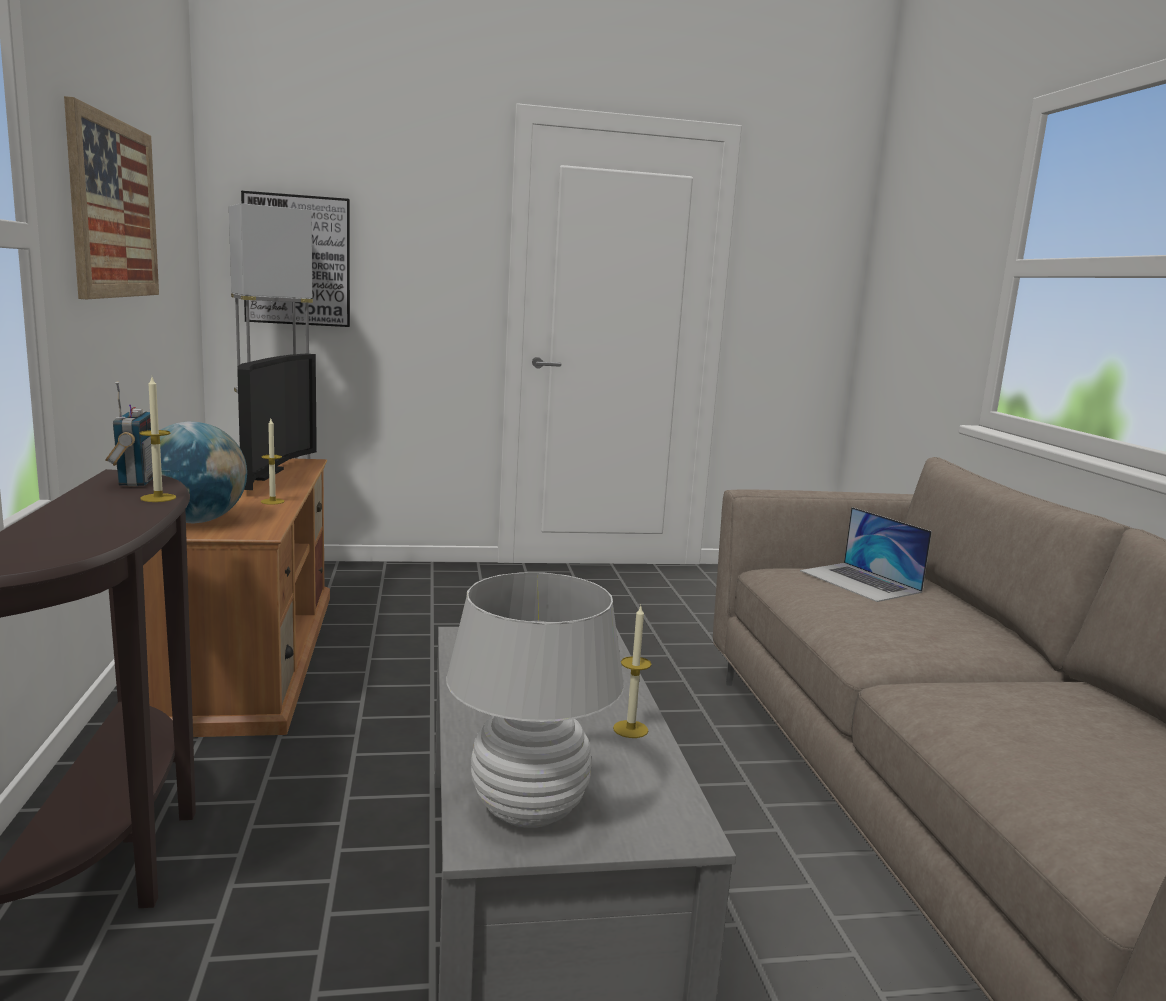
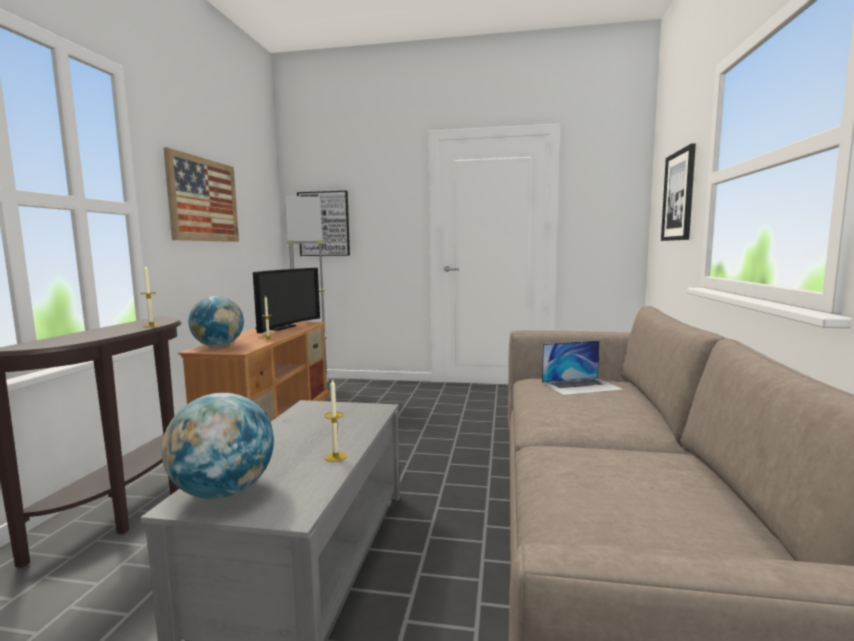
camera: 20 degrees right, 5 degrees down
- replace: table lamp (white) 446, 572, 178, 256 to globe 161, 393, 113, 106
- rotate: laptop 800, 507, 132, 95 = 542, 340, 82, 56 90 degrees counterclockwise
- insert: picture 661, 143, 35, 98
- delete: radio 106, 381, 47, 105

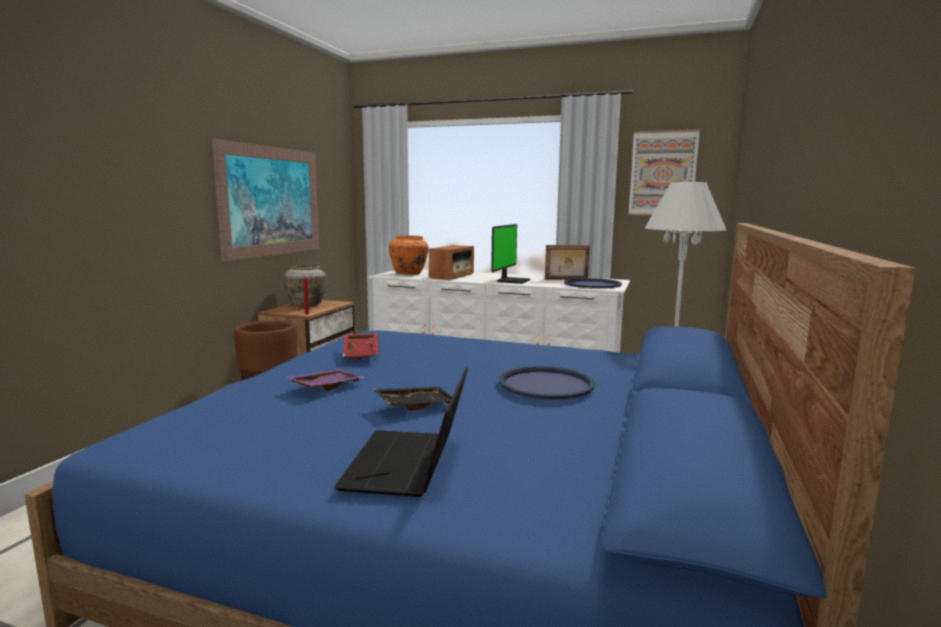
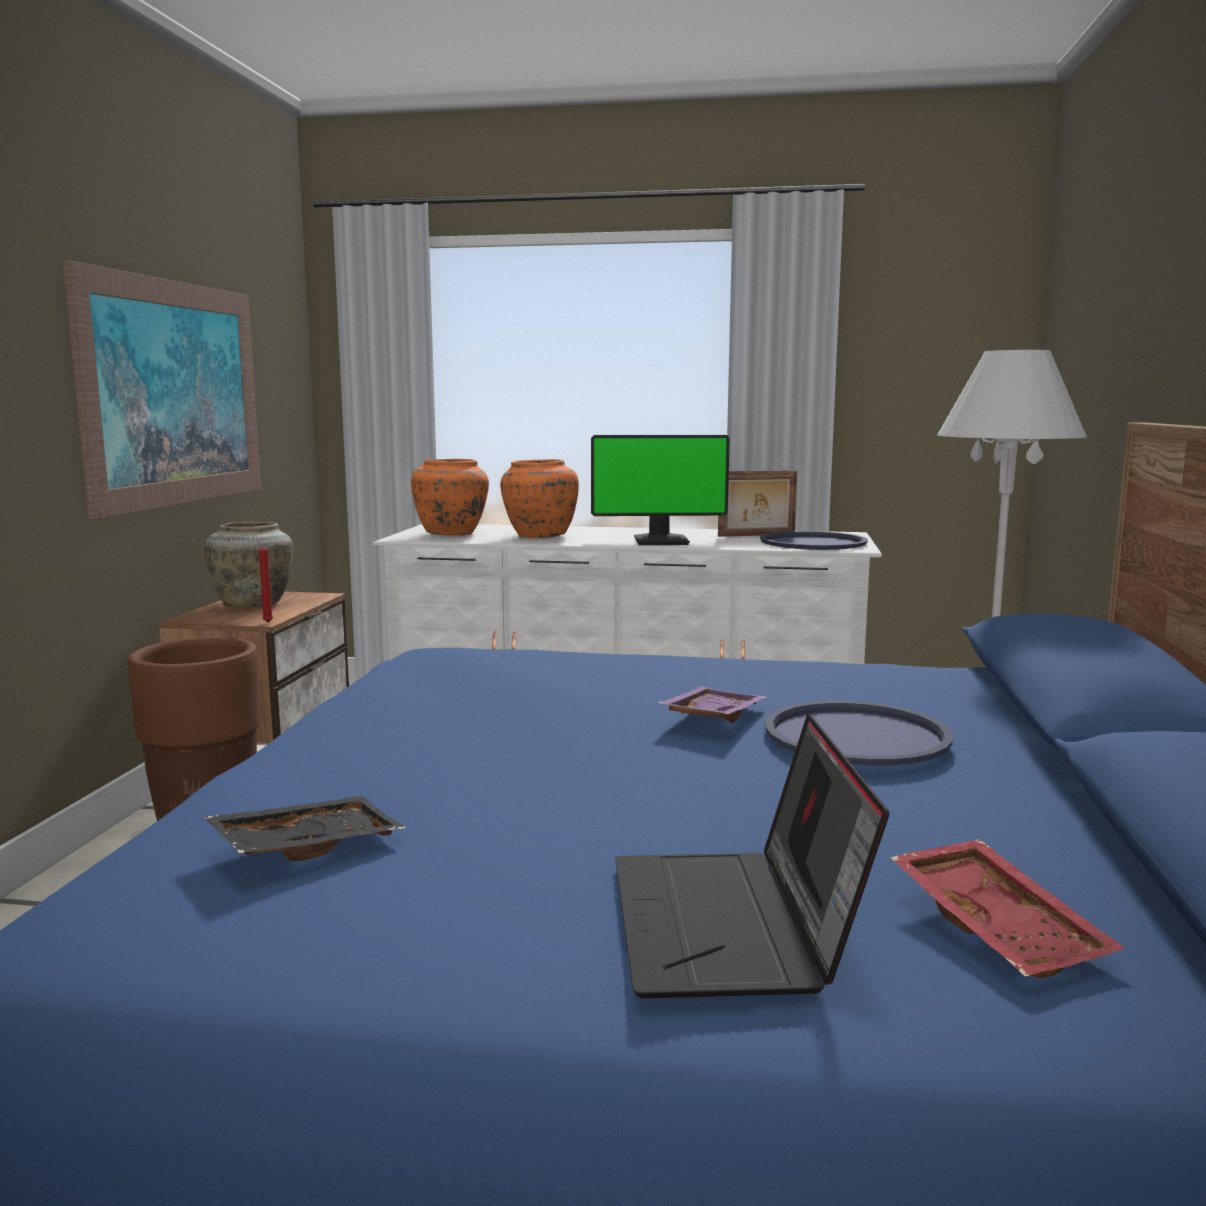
camera: 10 degrees left, 0 degrees up
- move: tray (black) 373, 387, 79, 24 to 204, 796, 202, 65
- replace: radio 429, 245, 45, 35 to vase (orange) 500, 459, 79, 79
- rotate: monitor 491, 224, 39, 60 = 591, 435, 139, 110 75 degrees clockwise
- move: tray (purple) 286, 369, 78, 22 to 658, 686, 108, 37
- move: tray (red) 343, 333, 36, 27 to 890, 839, 235, 139
- delete: picture 629, 129, 71, 86

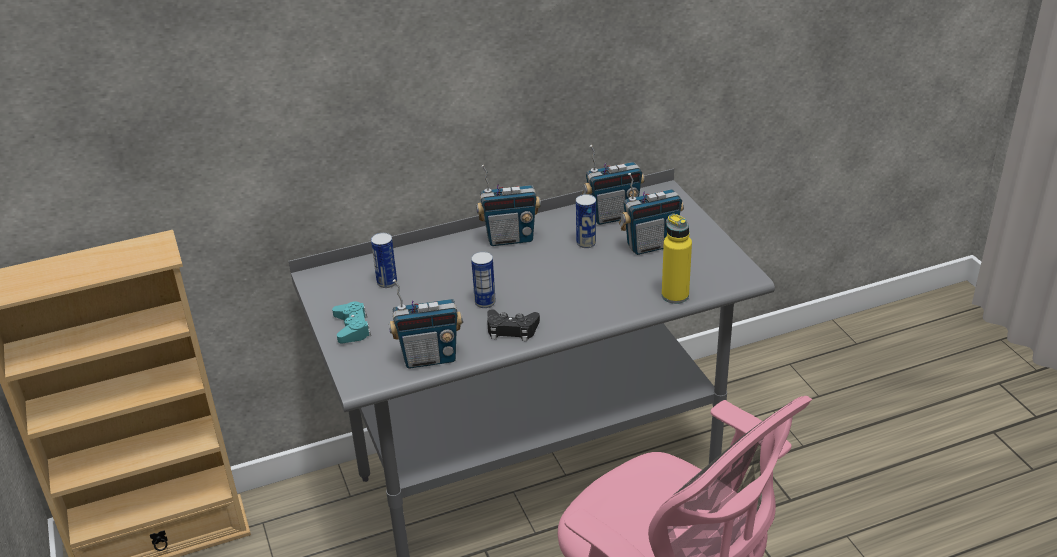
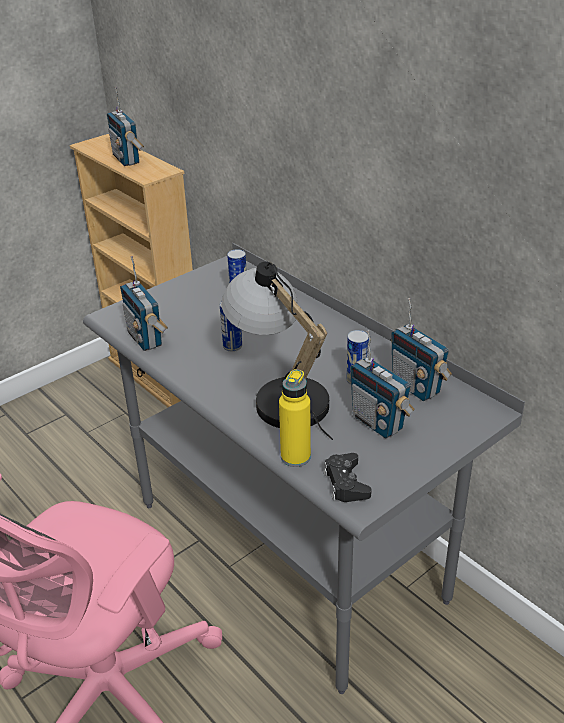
camera: 70 degrees right, 0 degrees up
- move: radio 476, 165, 65, 81 to 107, 87, 37, 79
- insert: table lamp 221, 262, 112, 178
- move: game controller (black) 487, 309, 53, 32 to 324, 453, 48, 49
- delete: game controller (turquoise) 332, 301, 39, 42

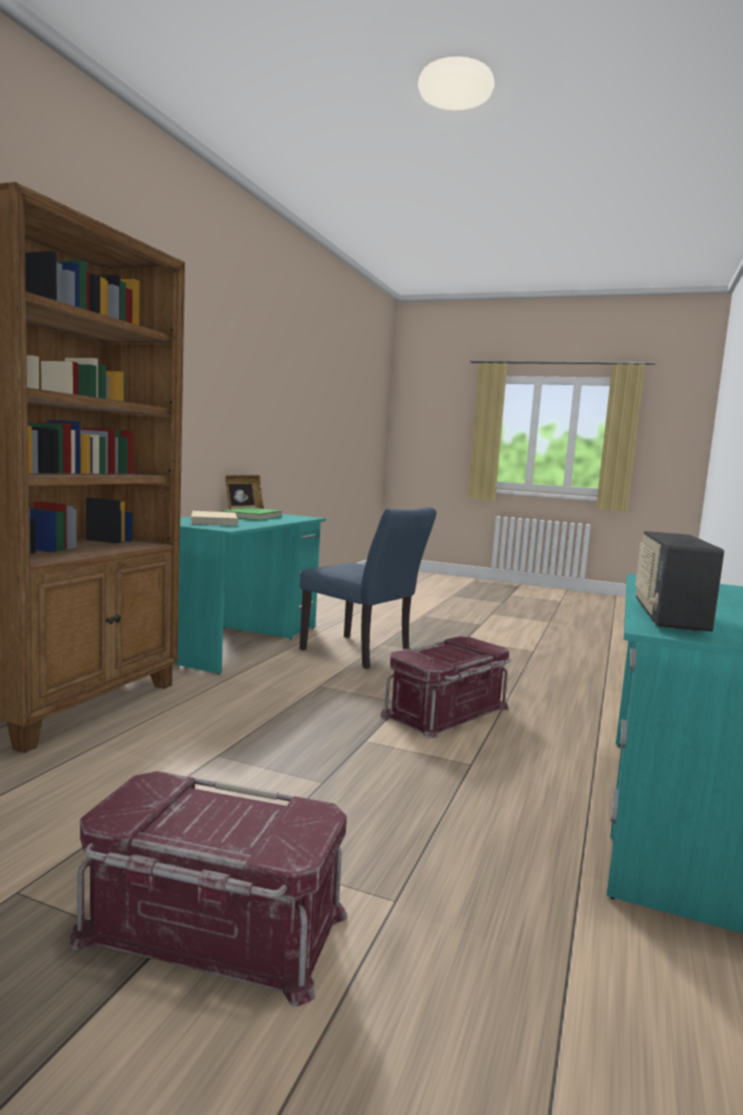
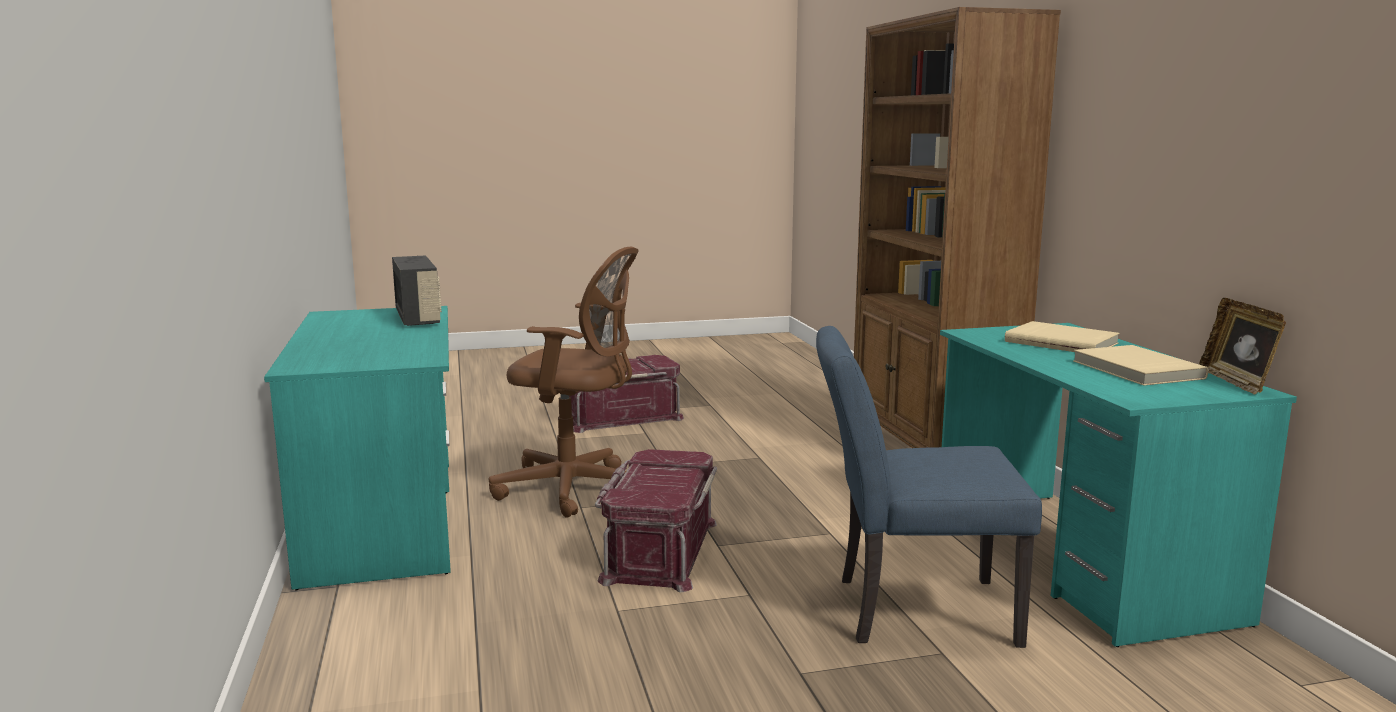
camera: 145 degrees right, 5 degrees up
- insert: office chair (brown) 489, 247, 149, 271
- recolor: book (green) 222, 508, 60, 13 to book (beige) 1073, 345, 135, 41

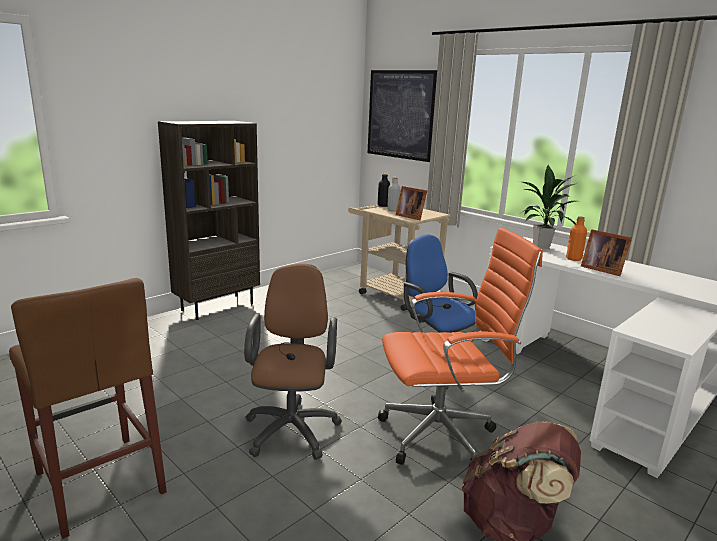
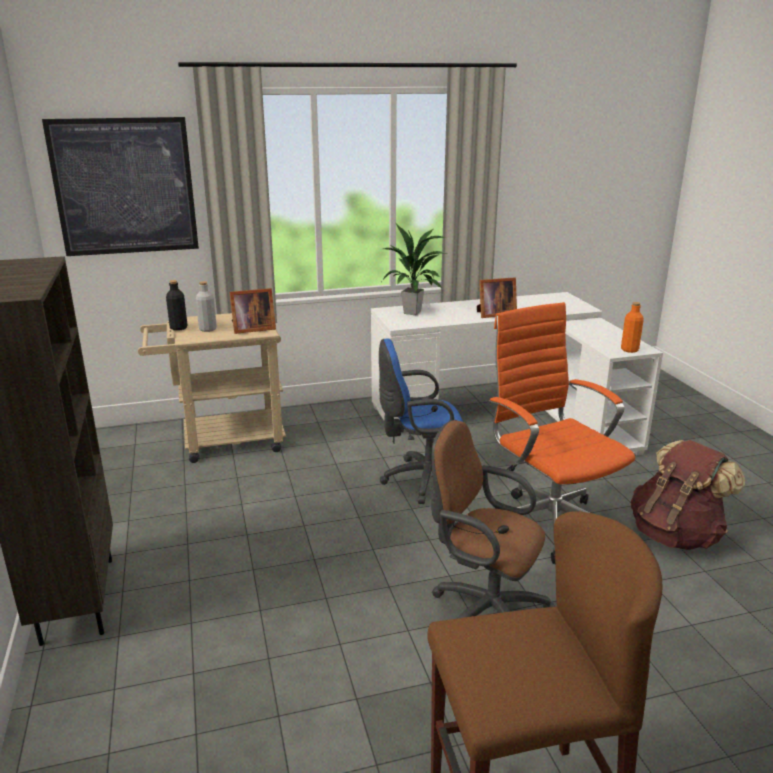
camera: 60 degrees left, 5 degrees up
- rotate: office chair (orange) 378, 227, 165, 240 = 489, 302, 146, 262 45 degrees counterclockwise
- move: bottle (orange) 566, 216, 21, 45 to 621, 302, 23, 51

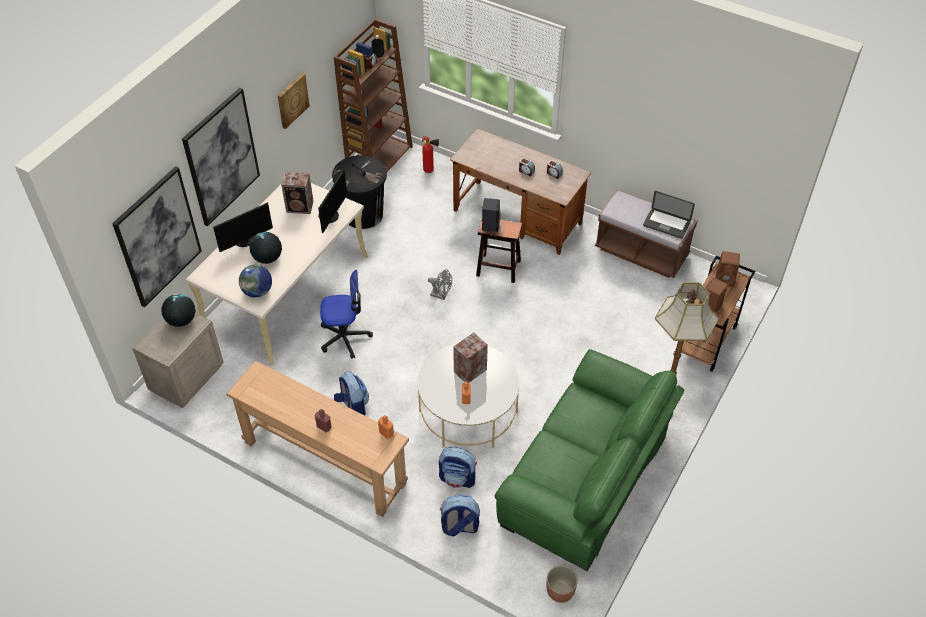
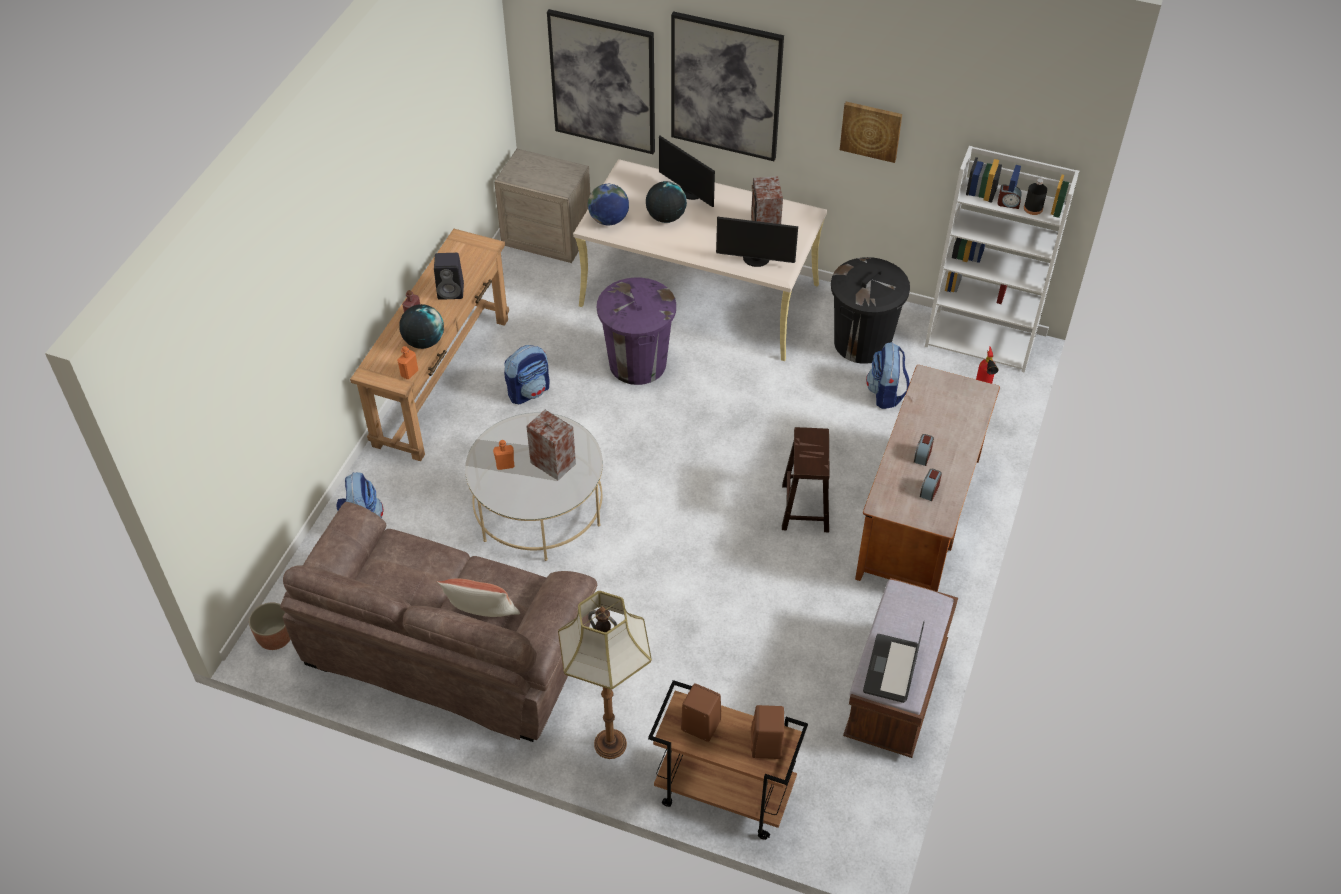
camera: 80 degrees right, 0 degrees up
- recolor: sofa (green) 494, 349, 190, 222 to sofa (brown) 280, 502, 317, 240
- move: globe 161, 294, 34, 33 to 399, 304, 45, 45
- move: speaker (black) 482, 198, 19, 34 to 434, 253, 30, 47
- insert: pillow 437, 579, 83, 38
- replace: office chair 320, 270, 53, 89 to trash can (purple) 597, 278, 79, 107
- move: backpack 439, 447, 38, 41 to 866, 342, 44, 67
- recolor: bookcase (brown) 334, 19, 79, 153 to bookcase (white) 925, 146, 154, 227
- delete: fan (grey) 428, 269, 24, 31

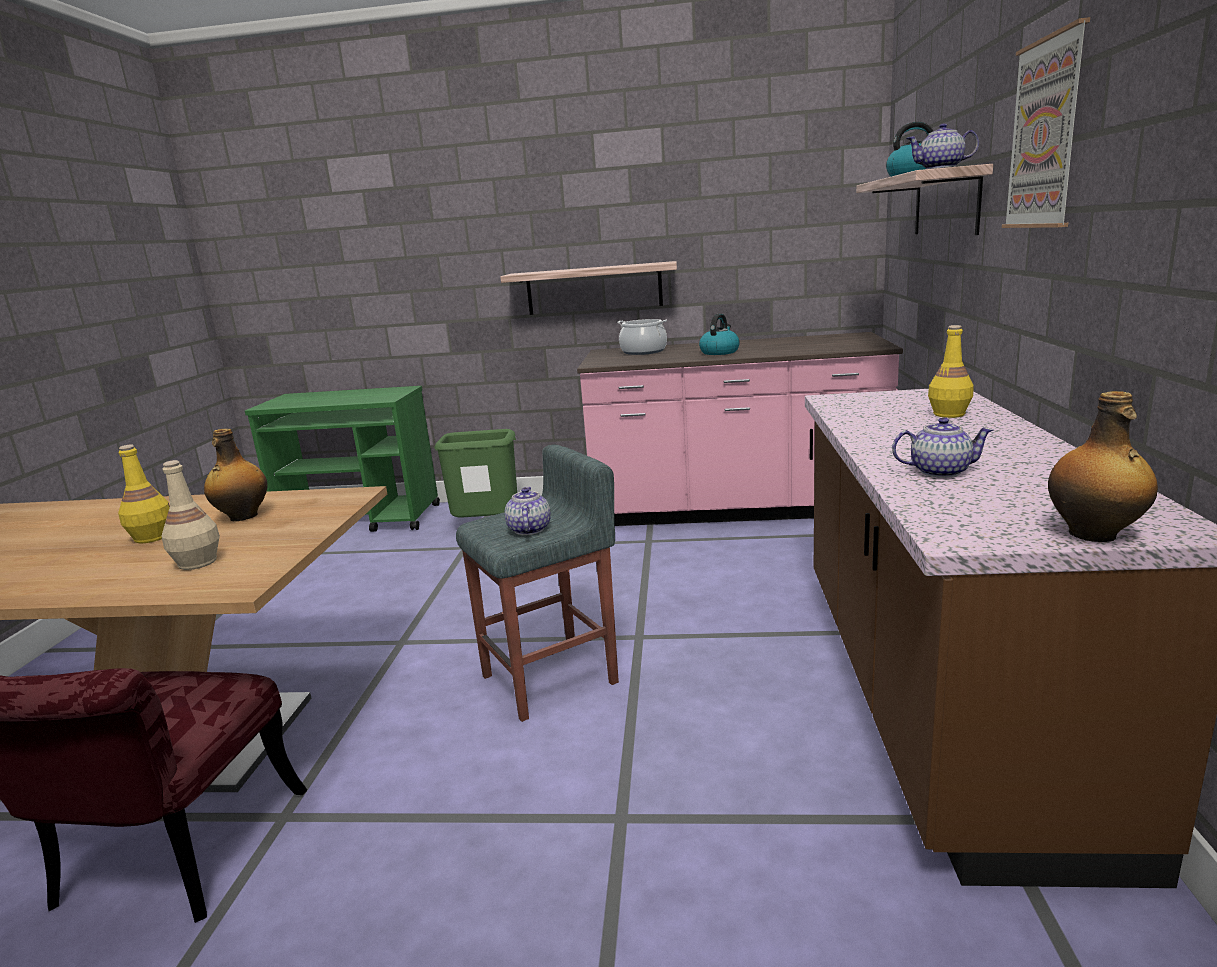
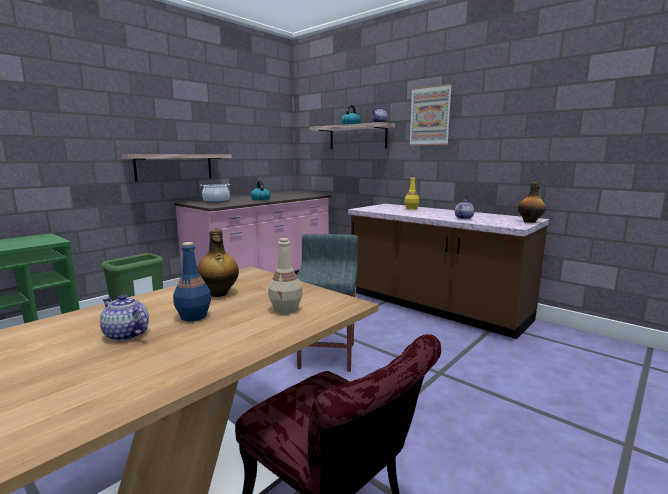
camera: 55 degrees left, 5 degrees down
- move: teapot 505, 487, 46, 48 to 100, 295, 49, 46
- recolor: bottle (yellow) 118, 444, 52, 99 to bottle (blue) 173, 242, 38, 80

